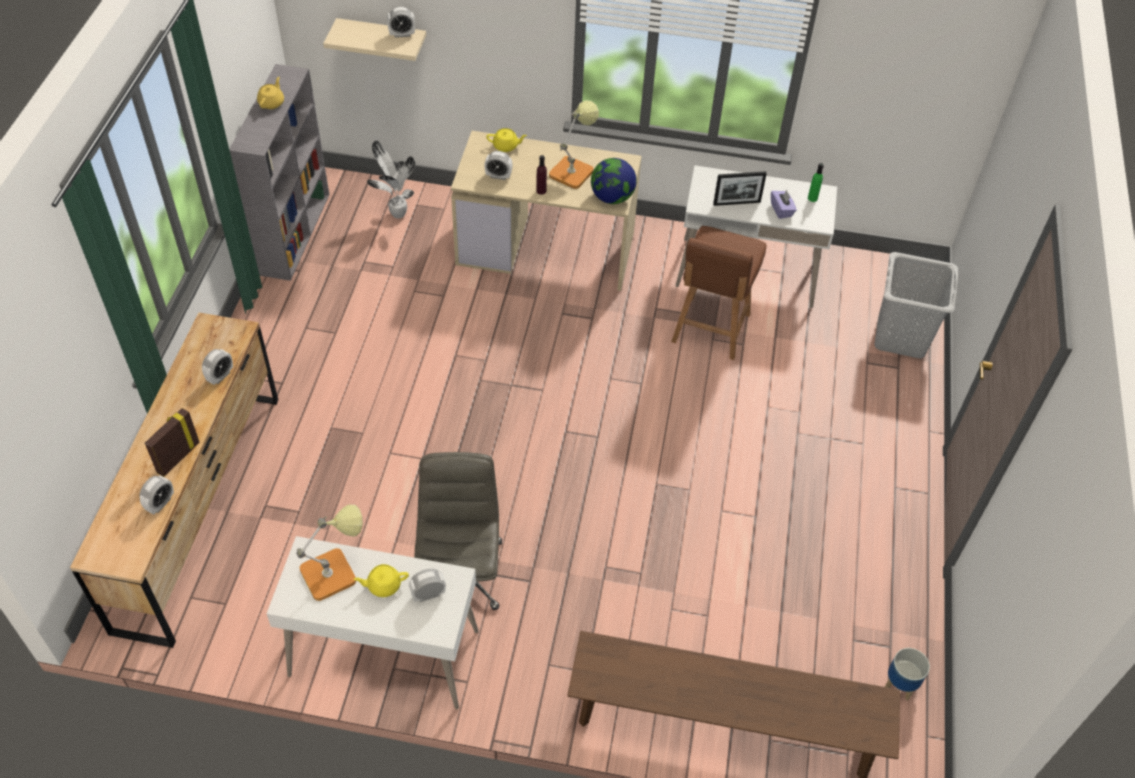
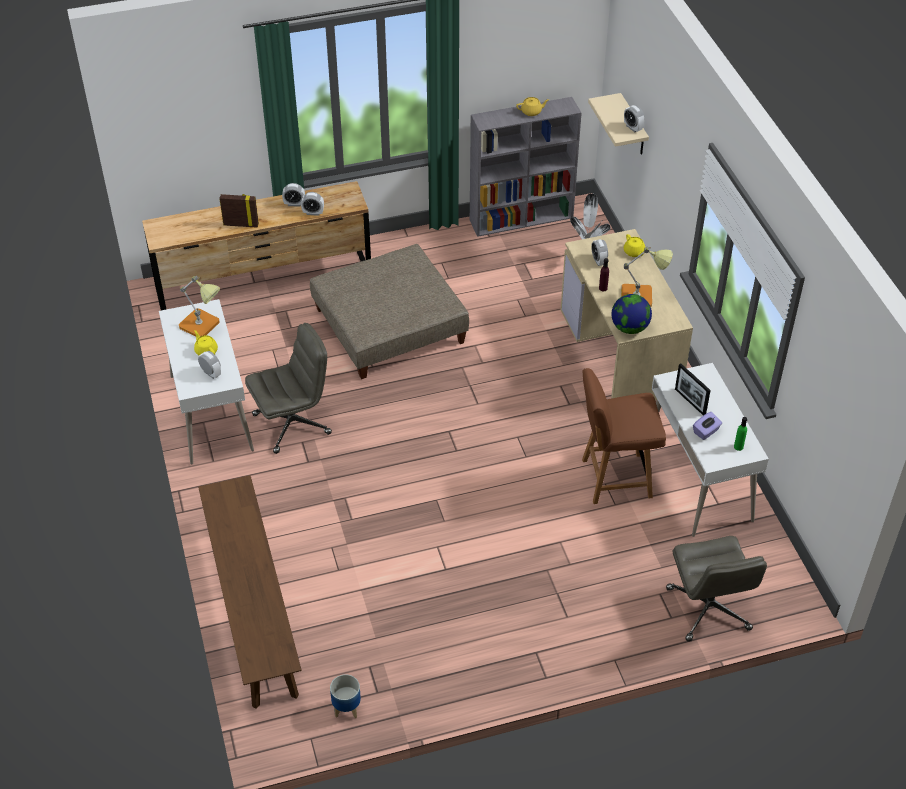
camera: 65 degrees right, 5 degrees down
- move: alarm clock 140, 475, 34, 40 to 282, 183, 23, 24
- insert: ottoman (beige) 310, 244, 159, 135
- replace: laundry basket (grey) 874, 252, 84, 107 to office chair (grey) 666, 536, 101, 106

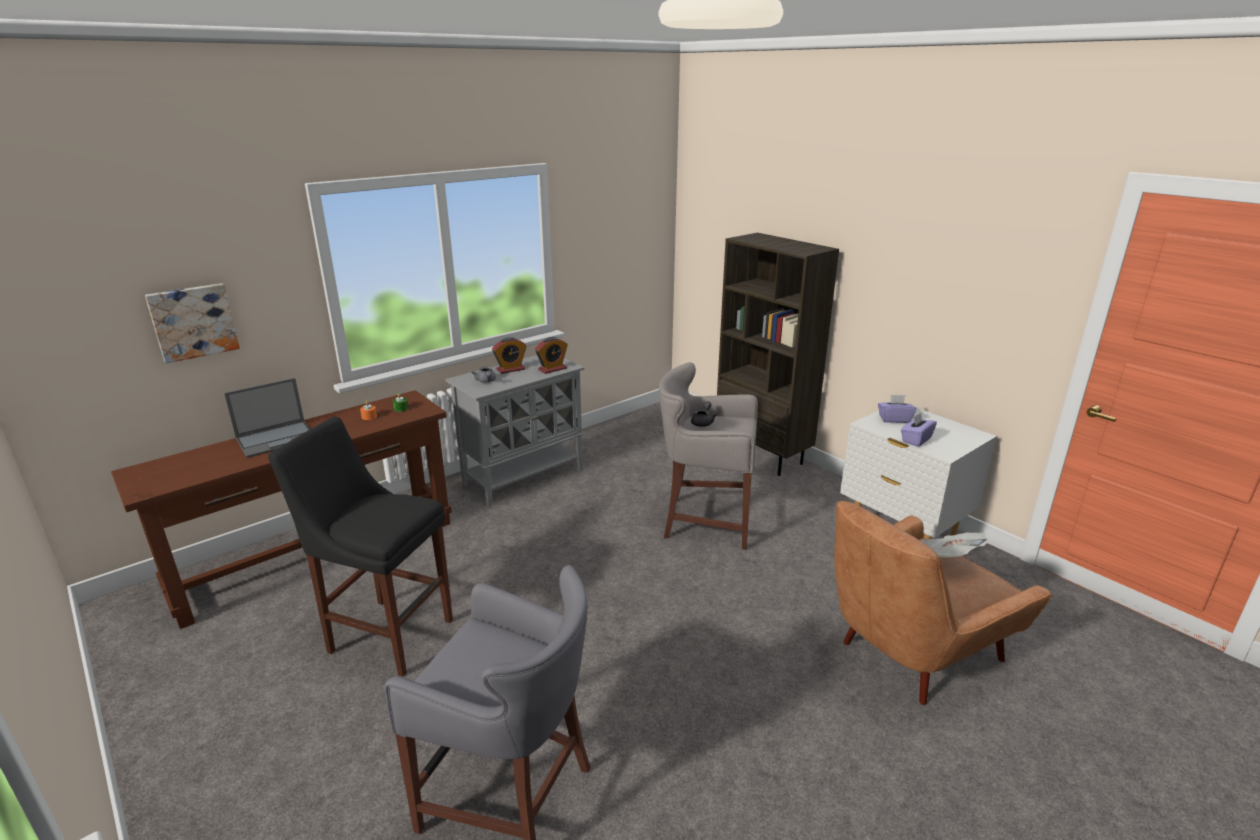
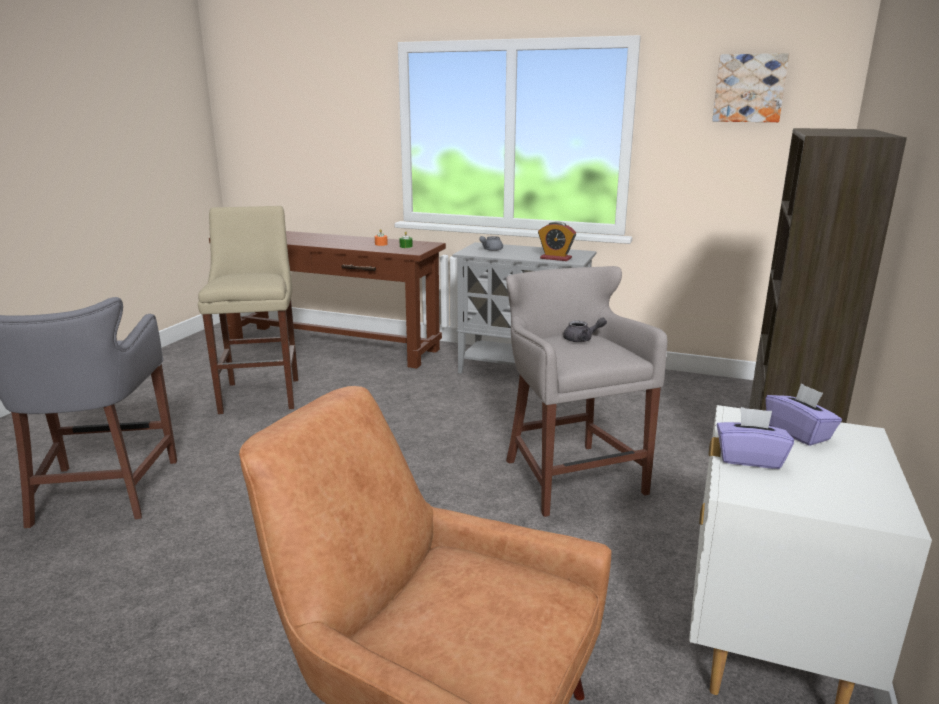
camera: 60 degrees right, 5 degrees down
- recolor: stool (black) 268, 417, 185, 260 to stool (beige) 198, 206, 100, 208
- move: picture 145, 283, 95, 80 to 712, 53, 77, 69
- delete: laptop 224, 378, 86, 80
- delete: alarm clock 492, 337, 34, 37
- delete: newspaper 920, 533, 68, 24

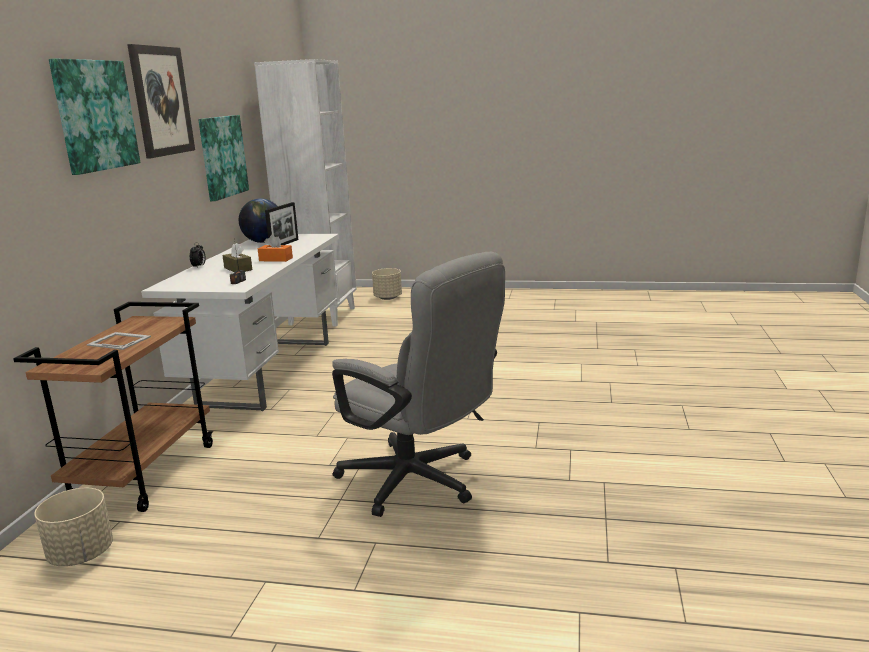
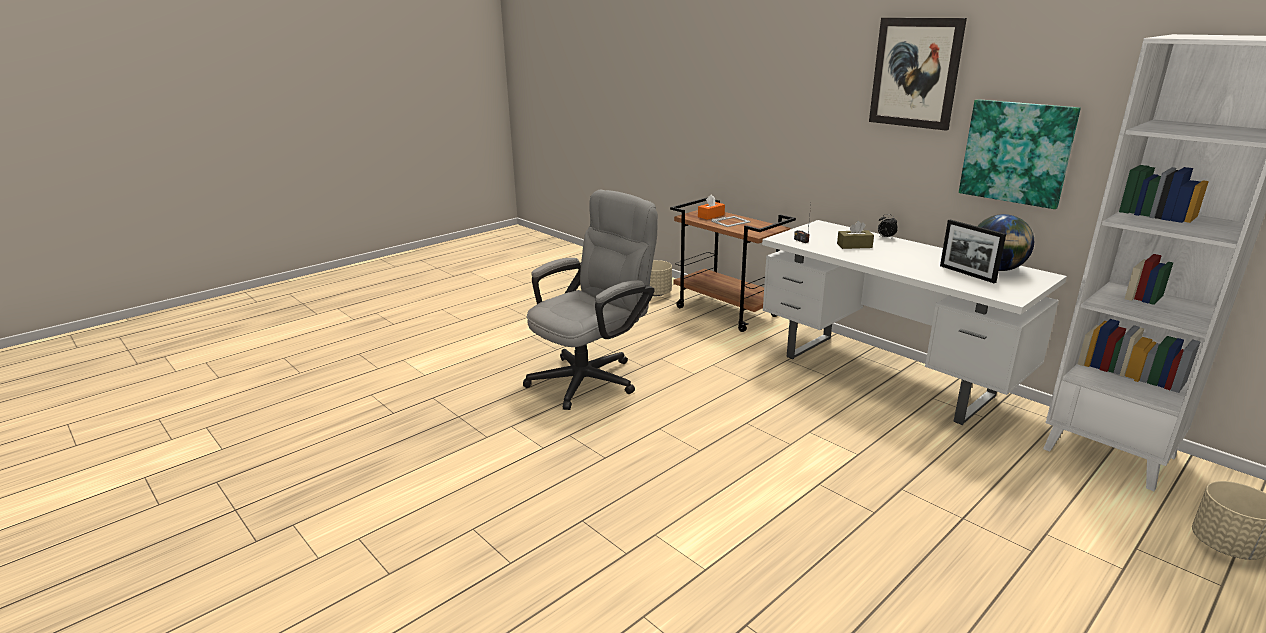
camera: 125 degrees right, 5 degrees up
- rotate: office chair (grey) 332, 252, 173, 265 = 523, 190, 135, 220 150 degrees clockwise
- move: tissue box (orange) 258, 235, 35, 27 to 698, 194, 27, 26
- delete: picture 49, 58, 92, 117

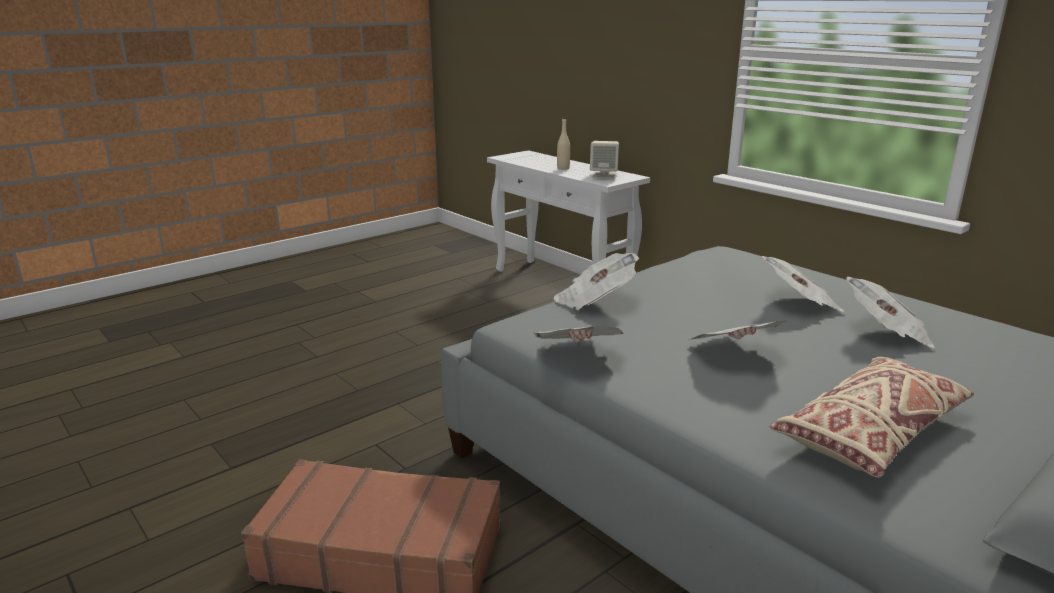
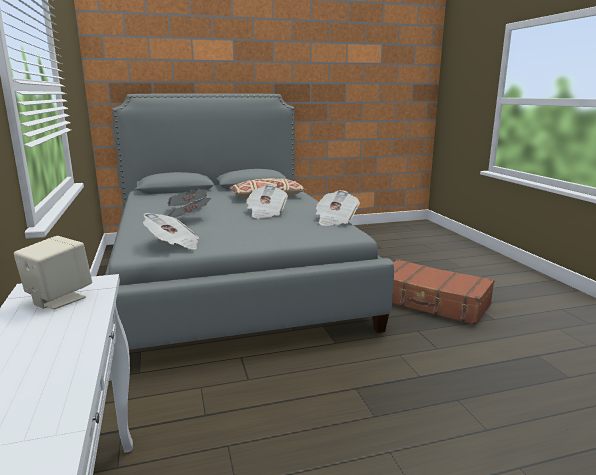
camera: 155 degrees left, 5 degrees down
- move: newspaper 554, 253, 85, 57 to 143, 213, 56, 37
- delete: bottle (beige) 557, 118, 13, 52

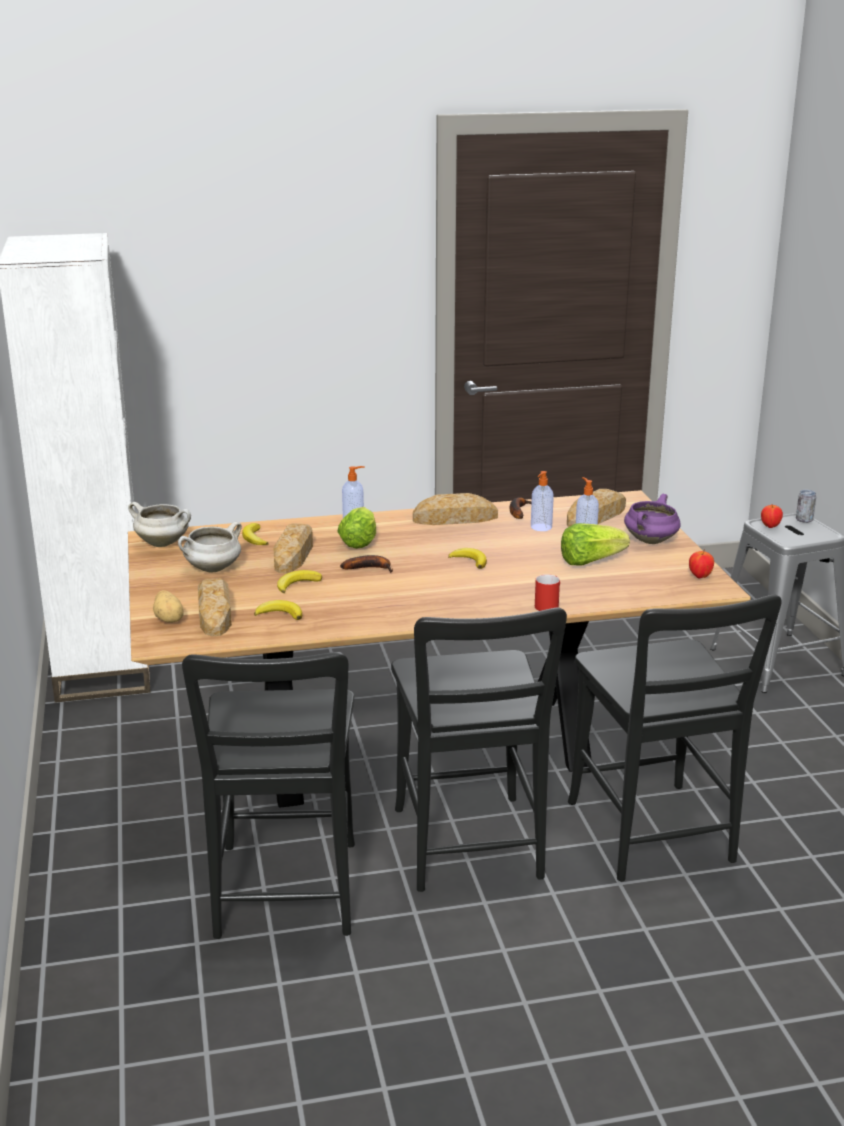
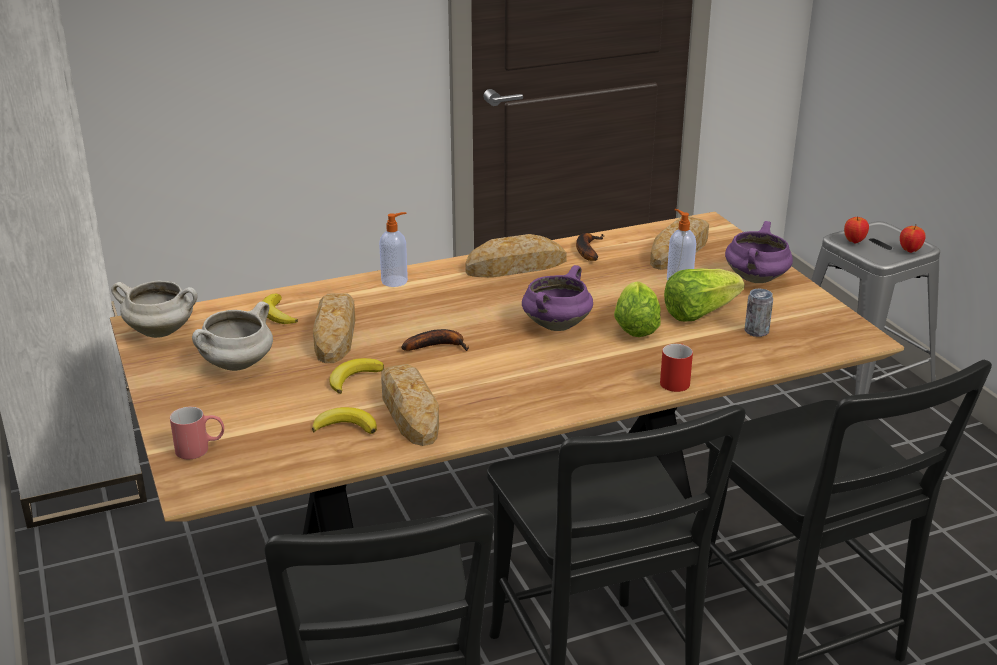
camera: 10 degrees left, 5 degrees up
- replace: potato 153, 590, 31, 33 to mug (red) 170, 407, 54, 52
- move: bread 198, 578, 34, 58 to 381, 364, 58, 82
- replace: banana 448, 548, 39, 21 to cooking pot (purple) 522, 265, 71, 66
- move: lettuce 337, 507, 39, 42 to 614, 281, 47, 56
- move: can 796, 490, 20, 33 to 744, 289, 29, 48
- move: apple 689, 549, 25, 29 to 900, 224, 26, 29
- delete: soap dispenser 531, 471, 23, 60

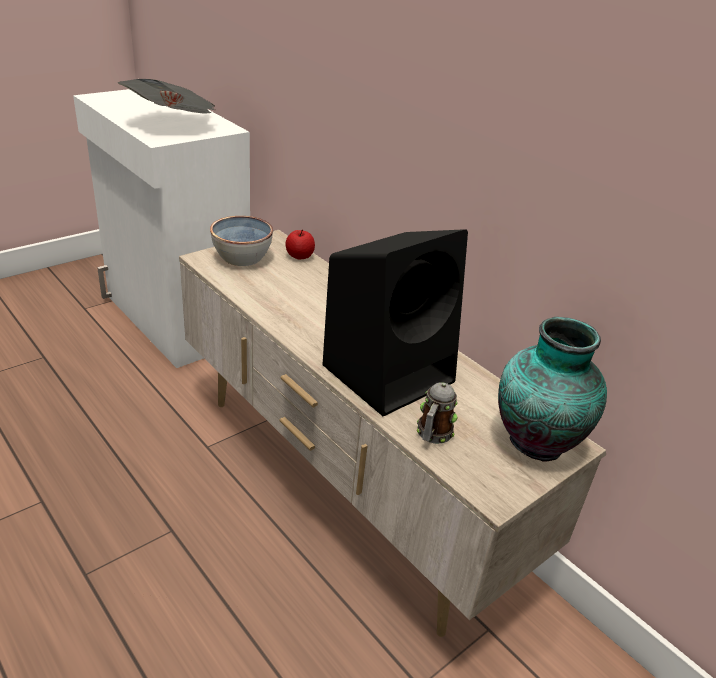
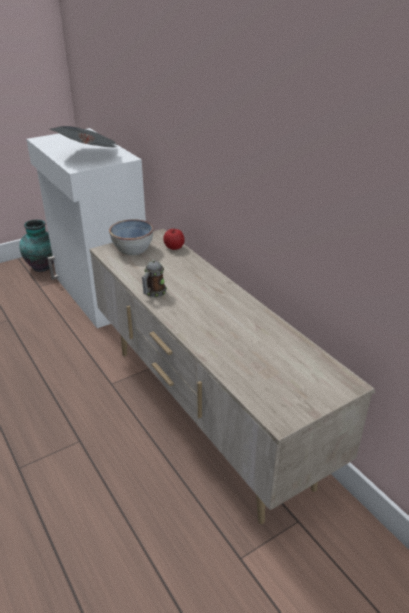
camera: 10 degrees right, 0 degrees up
- move: vase 498, 317, 109, 145 to 19, 219, 35, 53
- move: mug 417, 382, 40, 62 to 142, 260, 25, 37
- delete: speaker (black) 322, 229, 146, 187

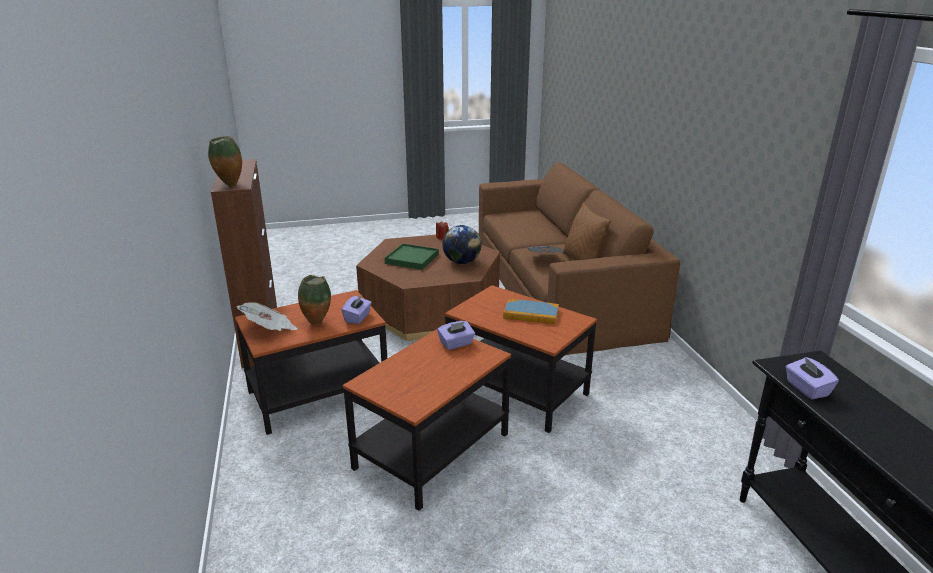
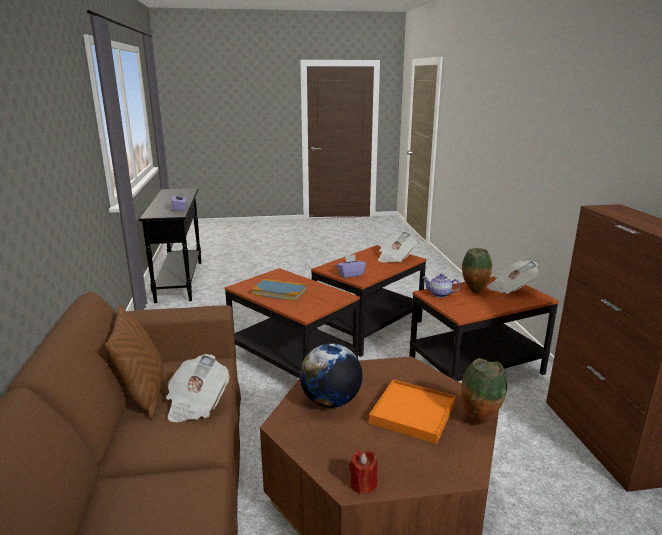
camera: 175 degrees left, 5 degrees down
- recolor: tray (green) 385, 244, 54, 26 to tray (orange) 369, 379, 86, 65
- insert: newspaper 378, 231, 39, 32
- replace: tissue box (purple) 341, 295, 30, 29 to teapot 422, 274, 38, 24
- move: vase 208, 136, 34, 50 to 461, 358, 46, 66

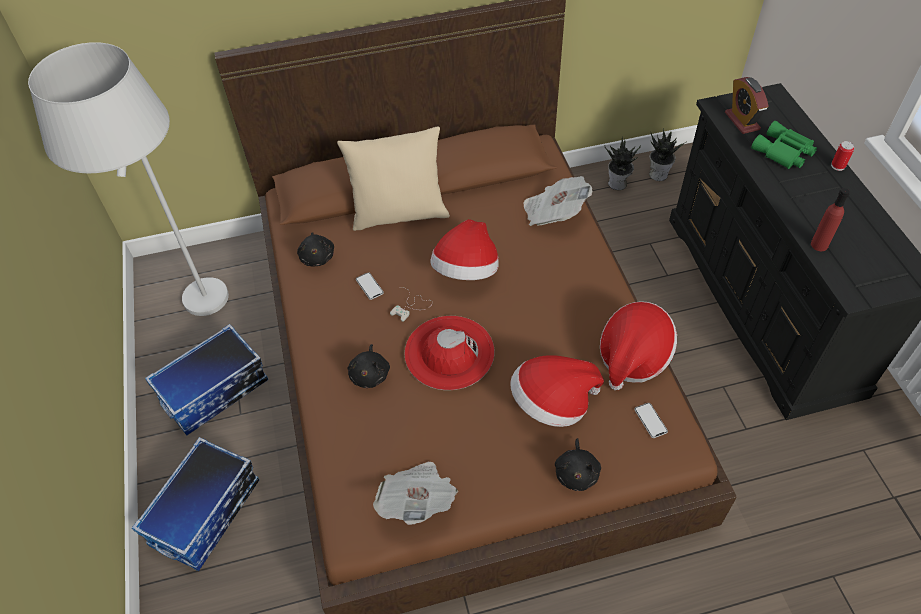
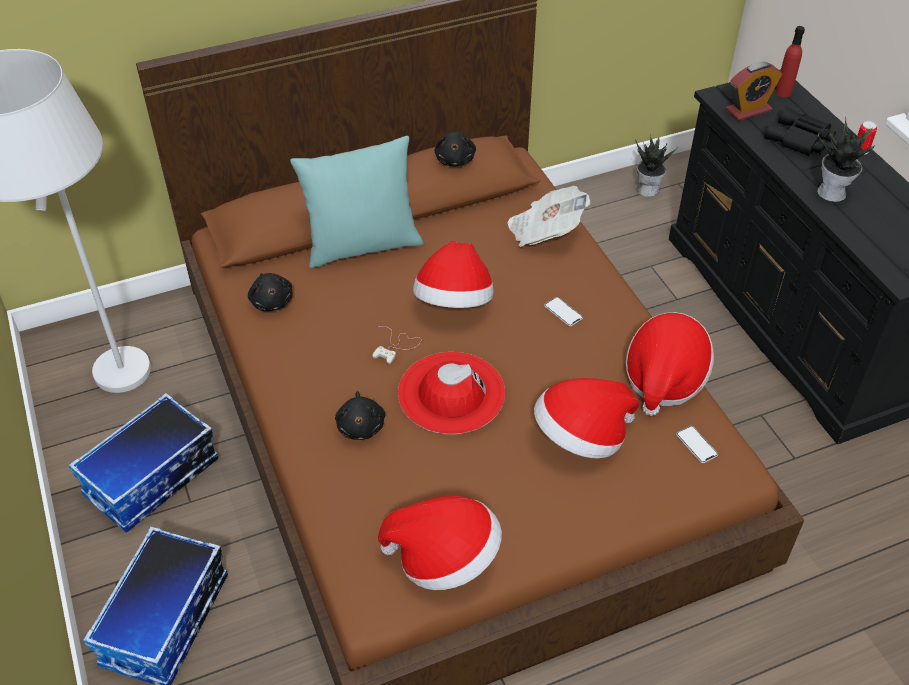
camera: 10 degrees left, 5 degrees down
- recolor: pillow (beige) 337, 126, 113, 105 to pillow (turquoise) 290, 136, 134, 132
- replace: newspaper 373, 462, 85, 63 to hat 378, 496, 124, 94
- move: plush toy (black) 555, 438, 46, 53 to 434, 131, 42, 35
- move: phone 356, 272, 28, 28 to 544, 297, 39, 29
- rotate: alarm clock 725, 77, 44, 57 = 726, 62, 57, 59 90 degrees counterclockwise
- recolor: binoculars (green) 751, 121, 66, 48 to binoculars (black) 764, 106, 72, 50
- move: bottle (red) 811, 188, 39, 63 to 775, 26, 30, 71
- move: potted plant 605, 137, 36, 53 to 817, 117, 58, 85

